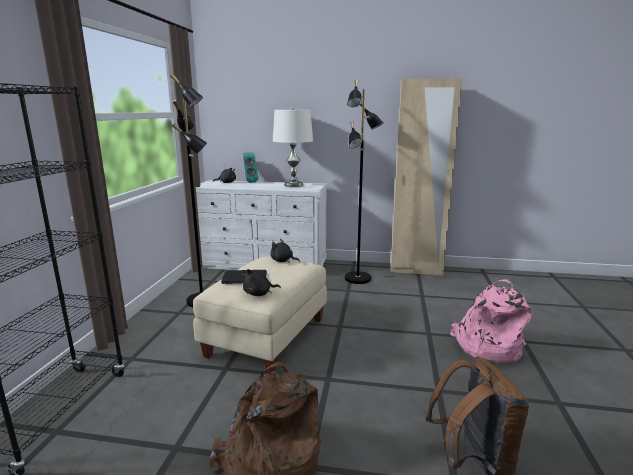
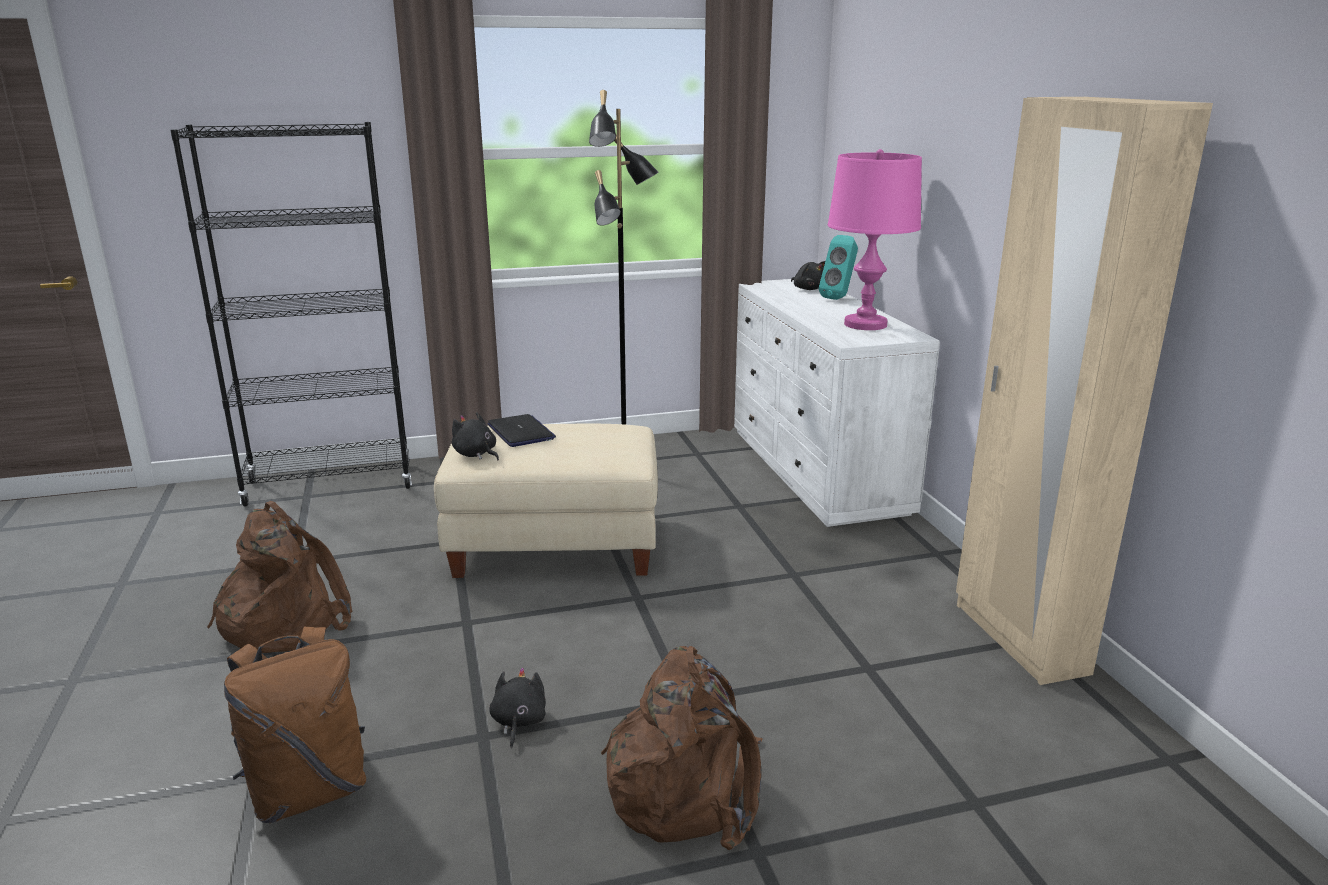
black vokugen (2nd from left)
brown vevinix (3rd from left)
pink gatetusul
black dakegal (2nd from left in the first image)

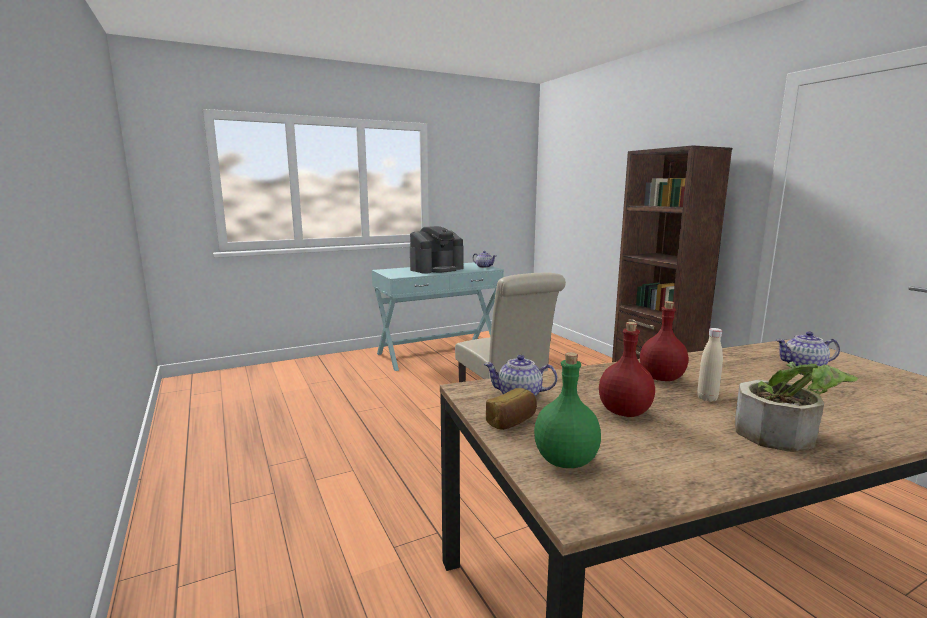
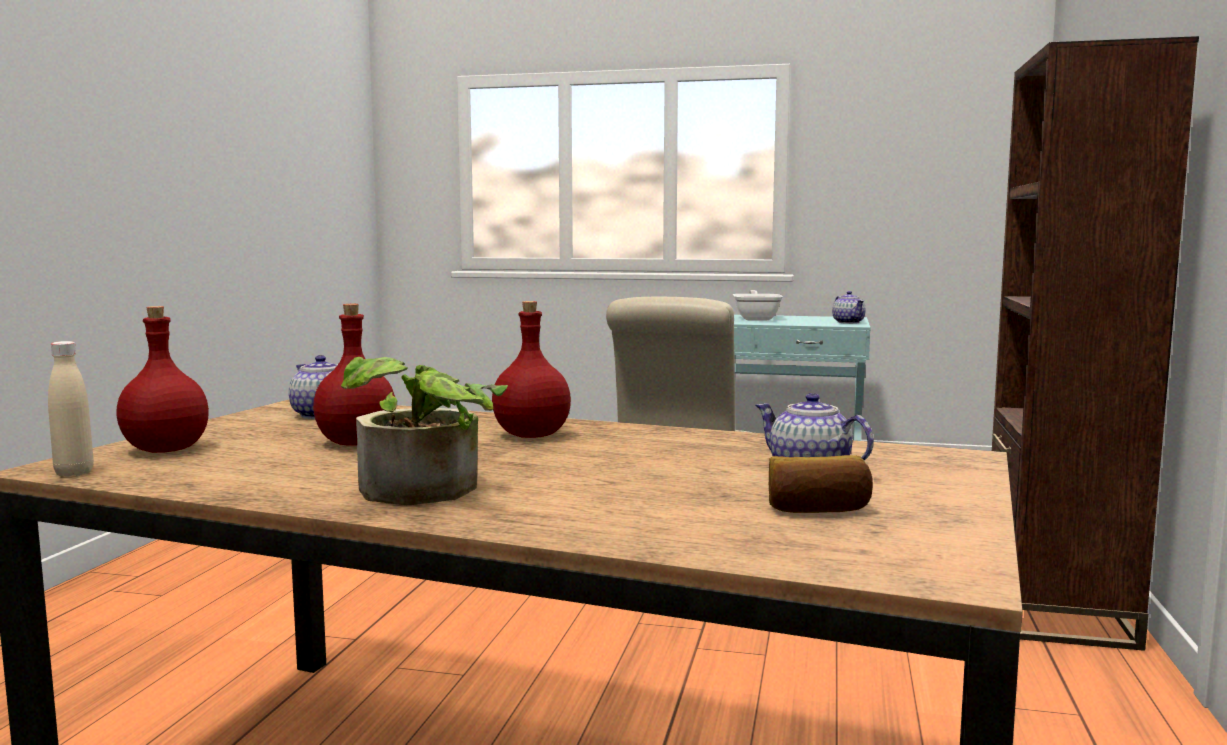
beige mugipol
red mugipol (1st from left)
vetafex
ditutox

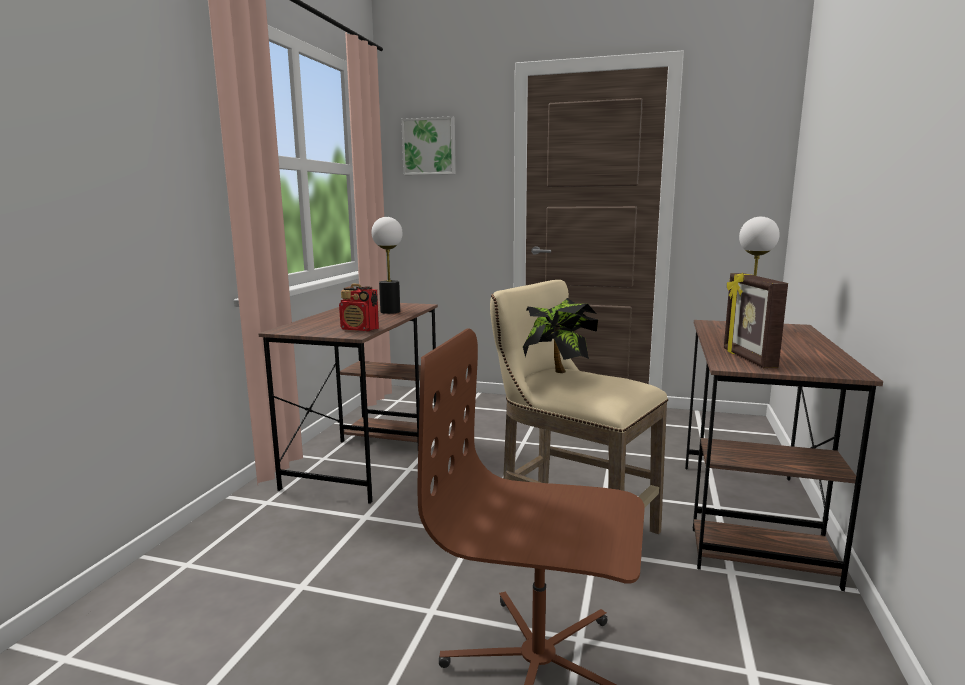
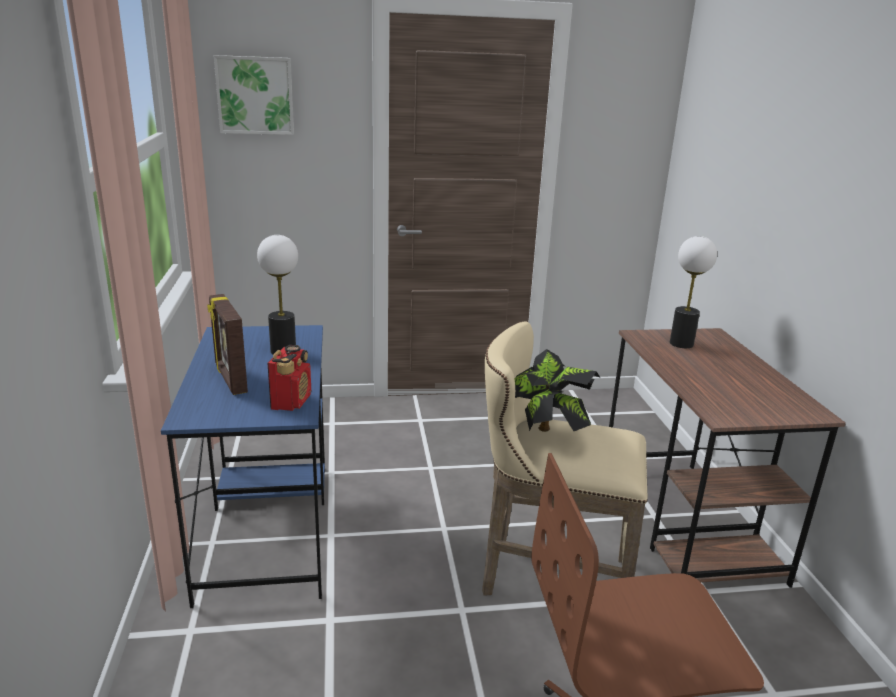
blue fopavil
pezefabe
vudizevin

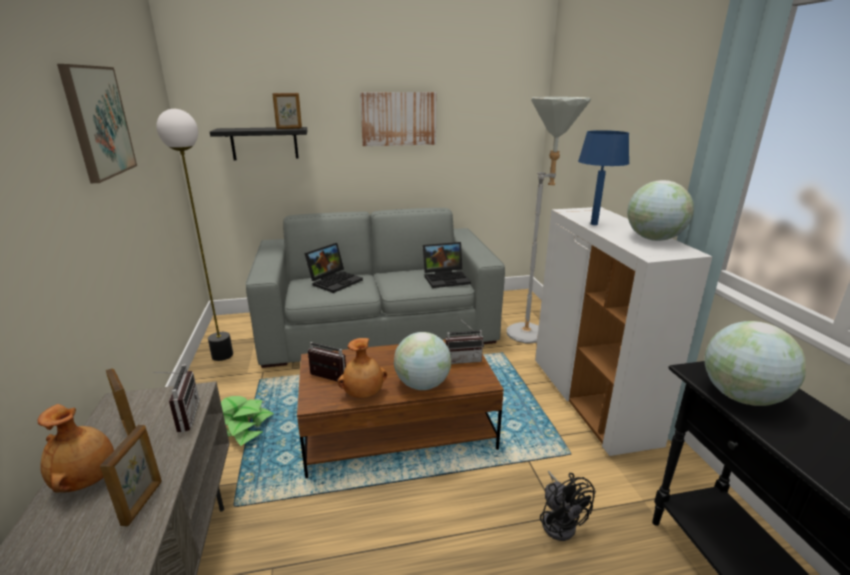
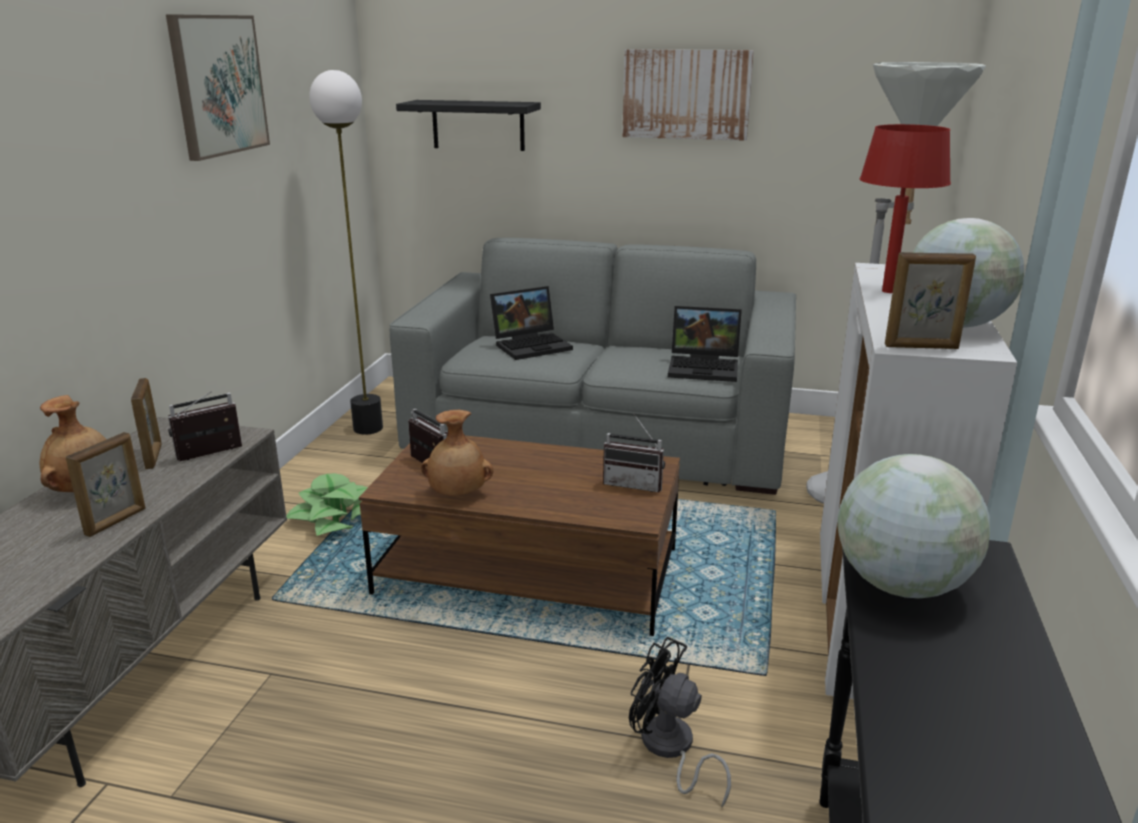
vudizevin (1st from left)
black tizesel
red gatetusul
pezefabe (3rd from left)
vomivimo (1st from left in the first image)

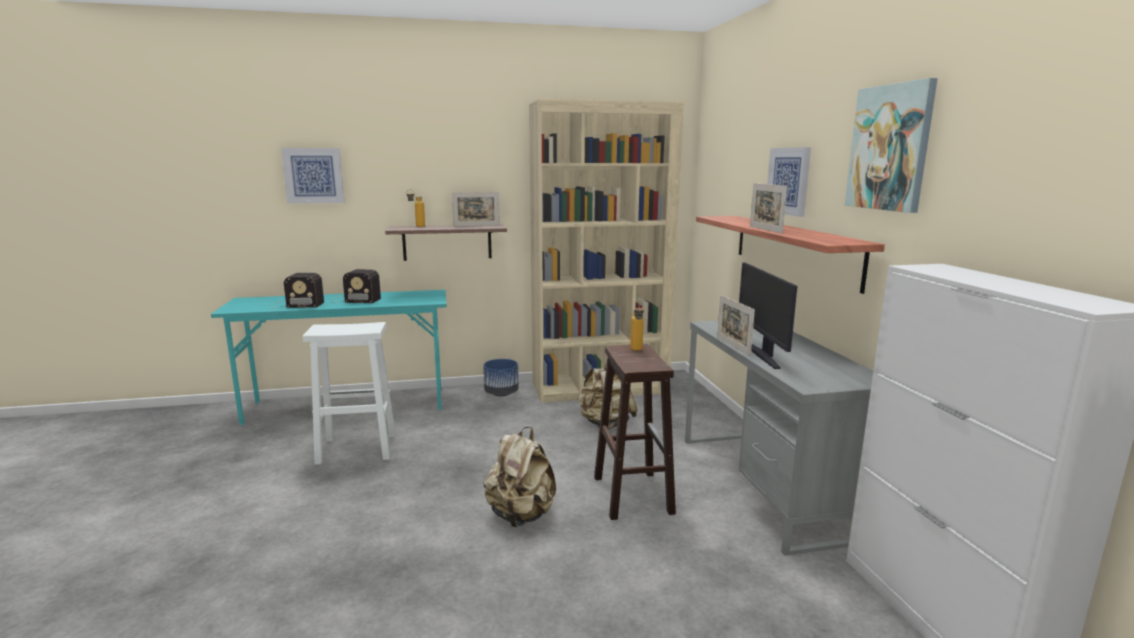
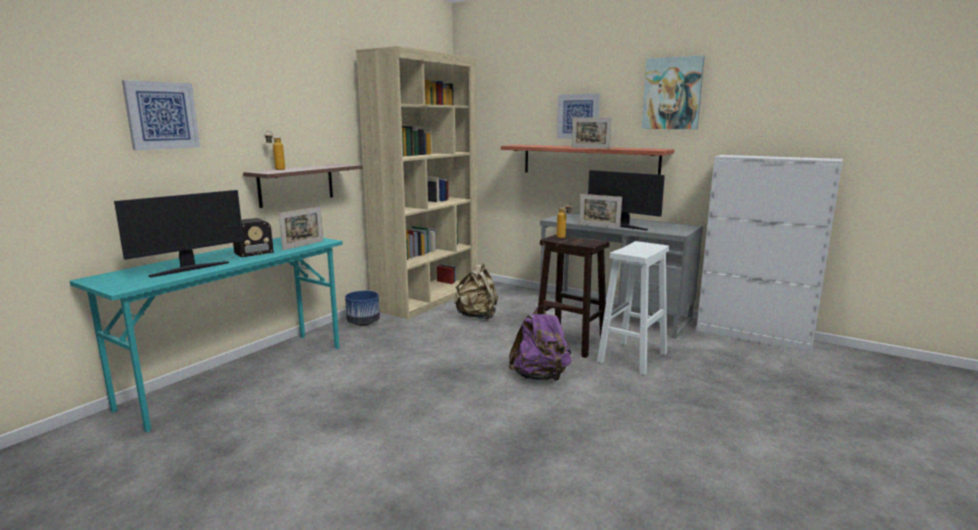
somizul (1st from left)
pezefabe (1st from left)
purple vevinix
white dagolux

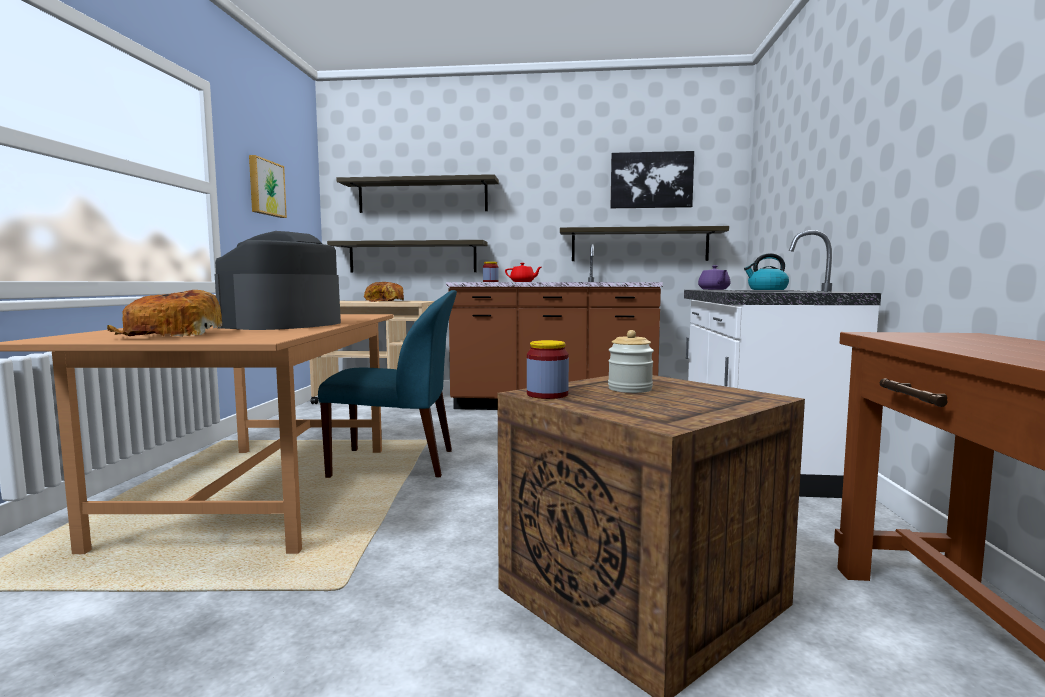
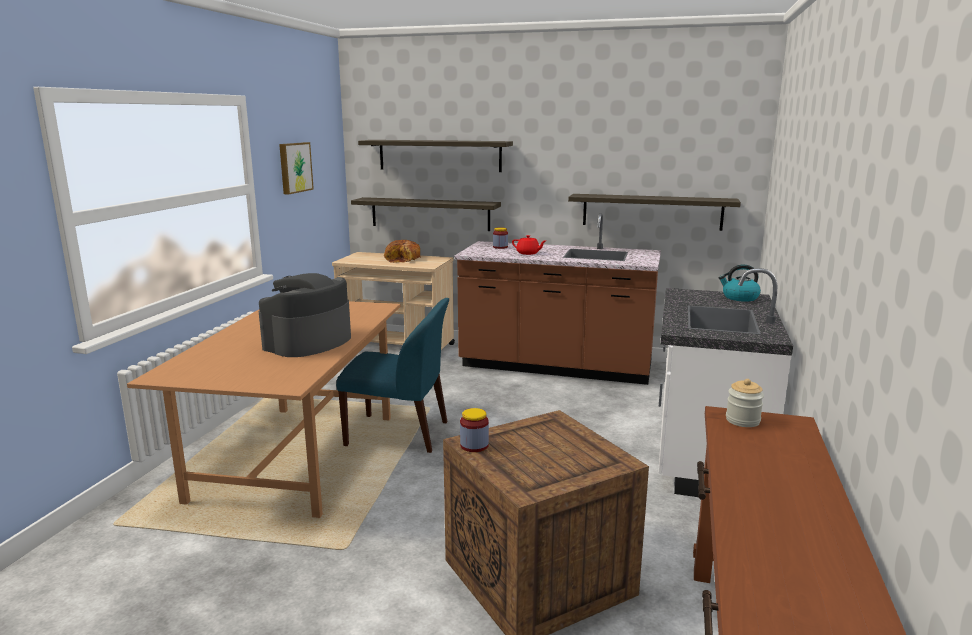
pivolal (3rd from left)
ditutox (1st from left in the first image)
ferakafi (2nd from left in the first image)
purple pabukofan

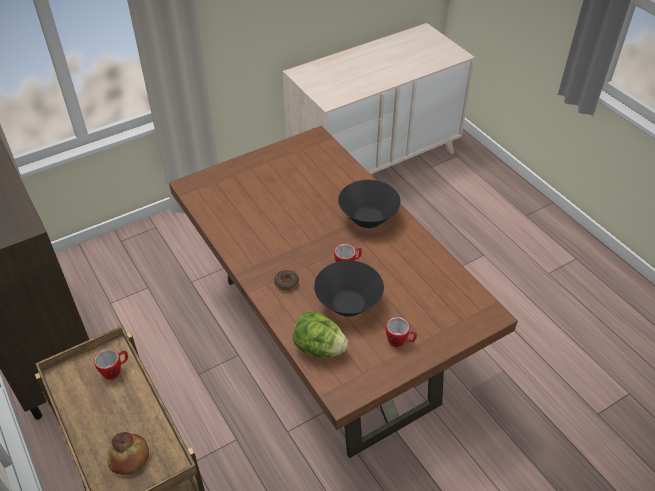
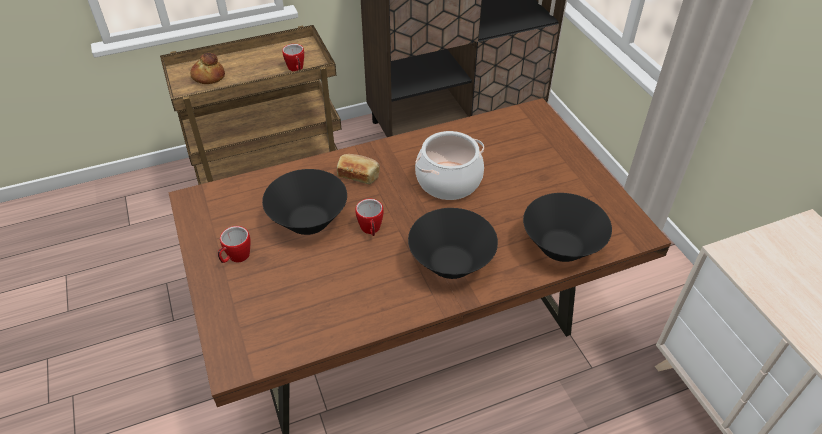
ditutox (2nd from left)
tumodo
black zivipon (3rd from left)
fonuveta

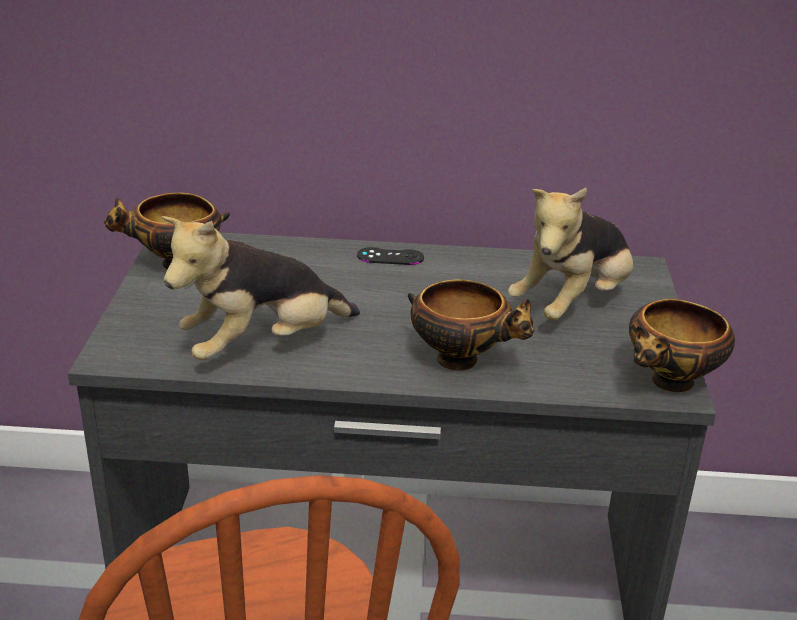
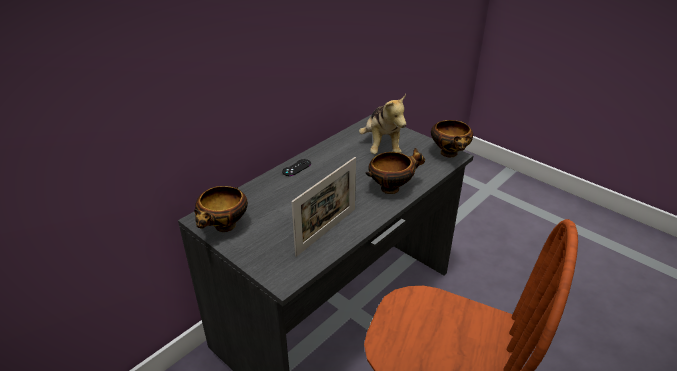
pezefabe

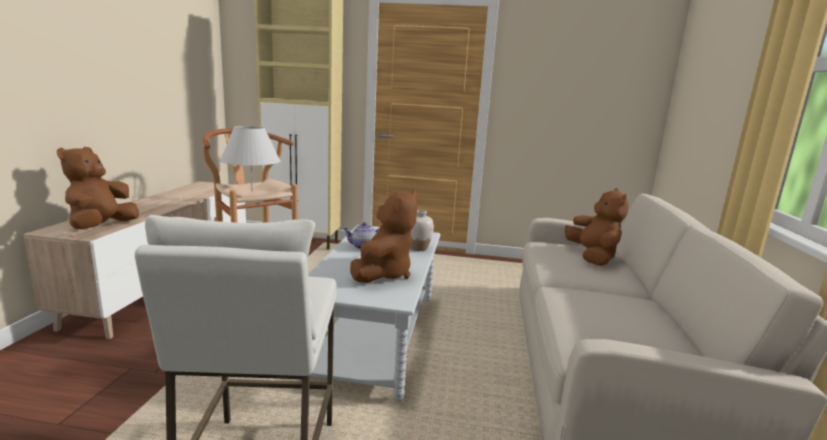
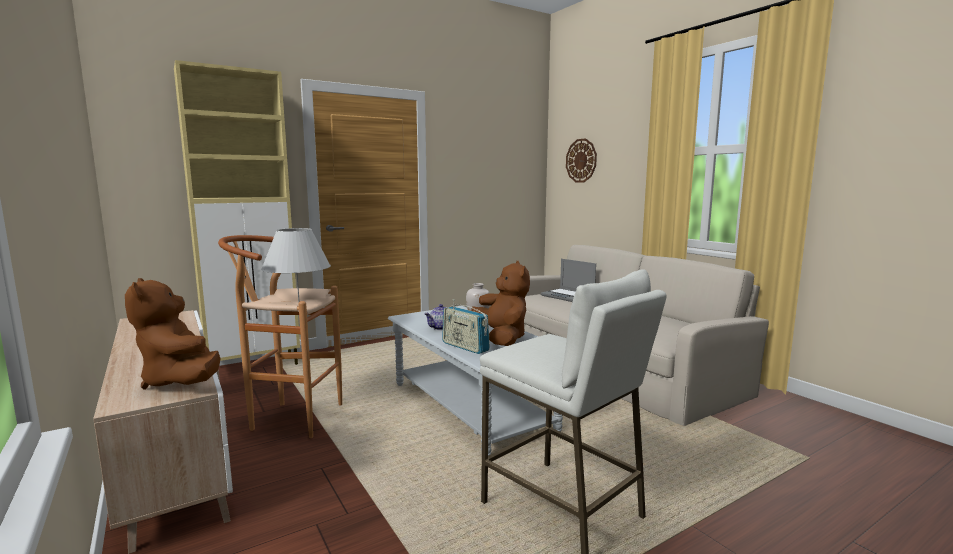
vudizevin
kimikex
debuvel

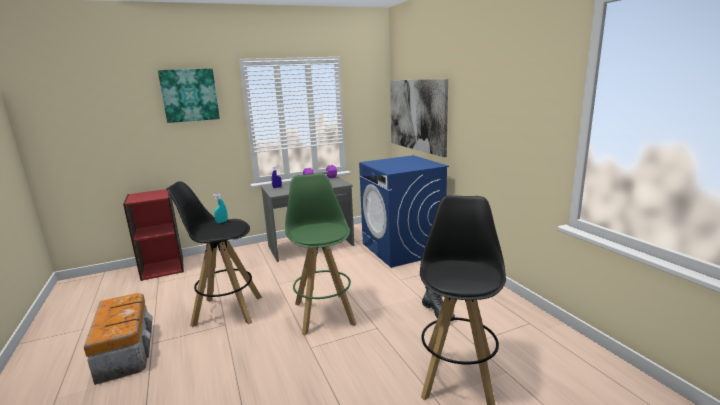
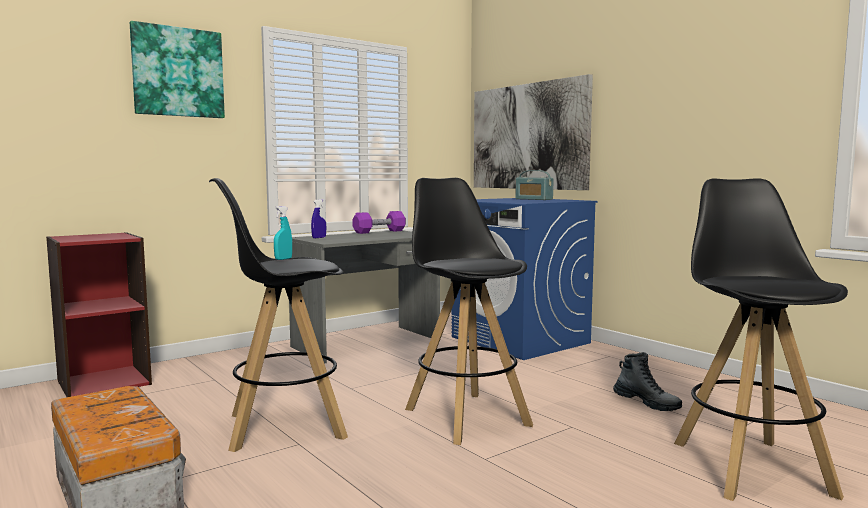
black dagolux (2nd from left)
vudizevin

